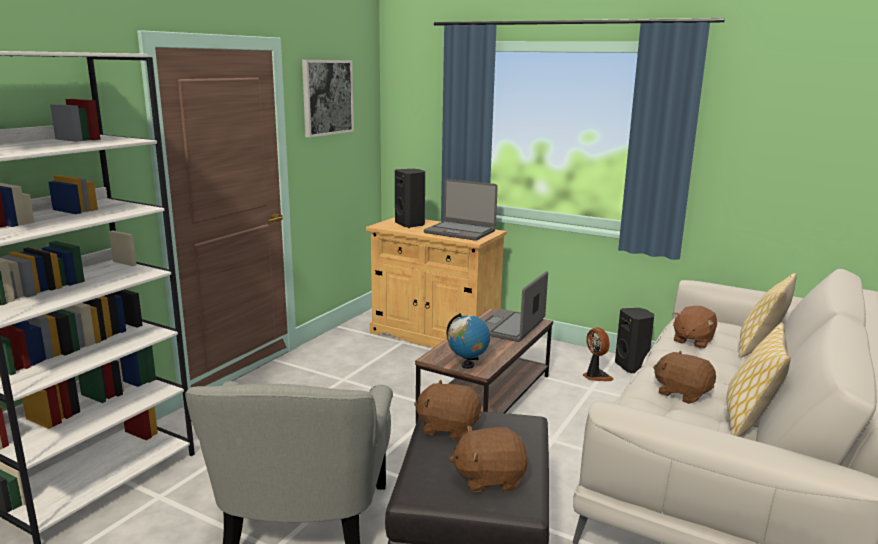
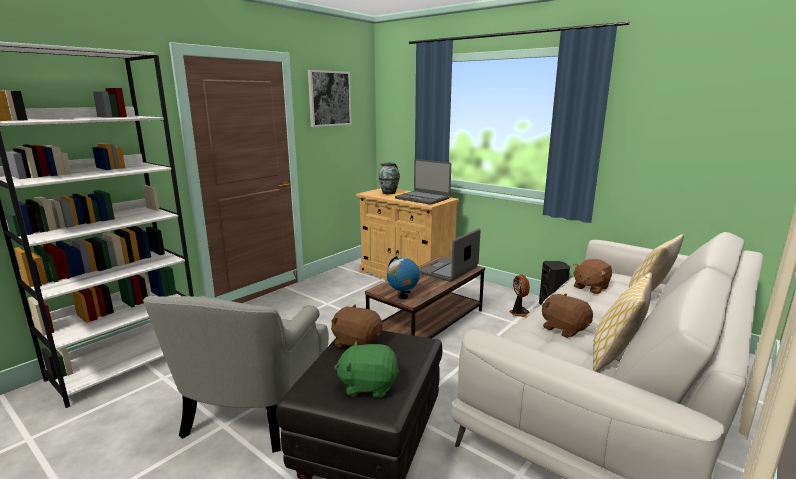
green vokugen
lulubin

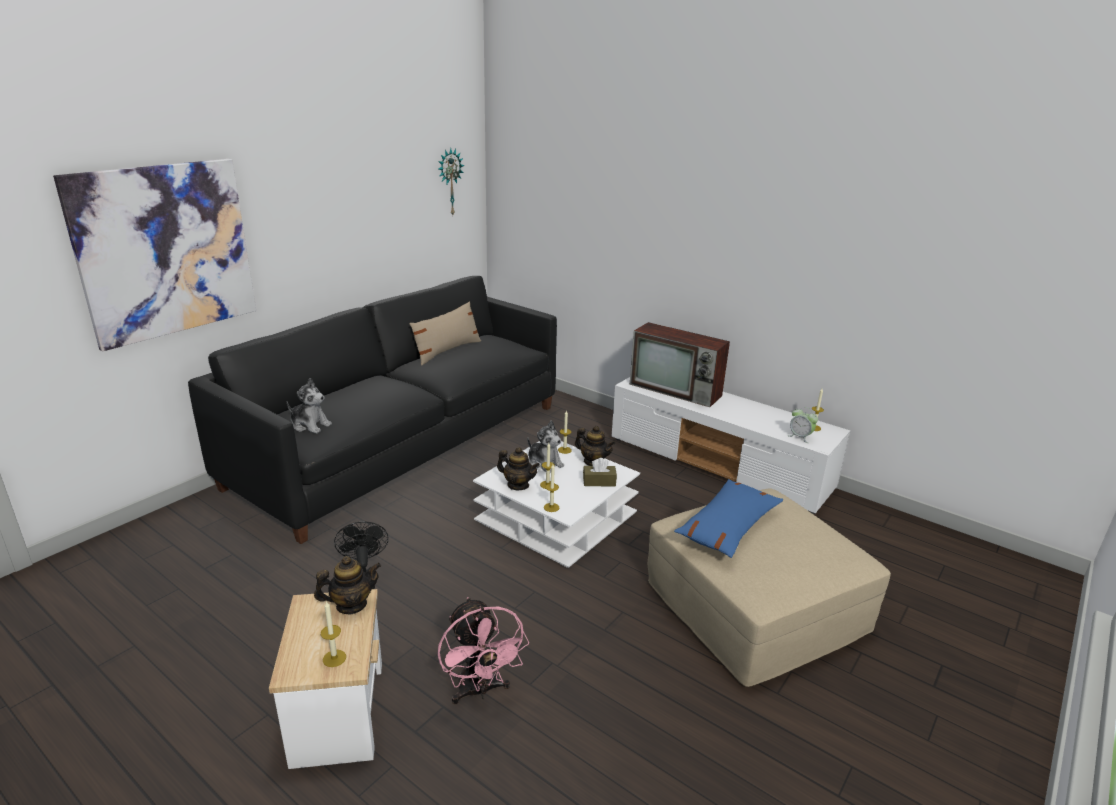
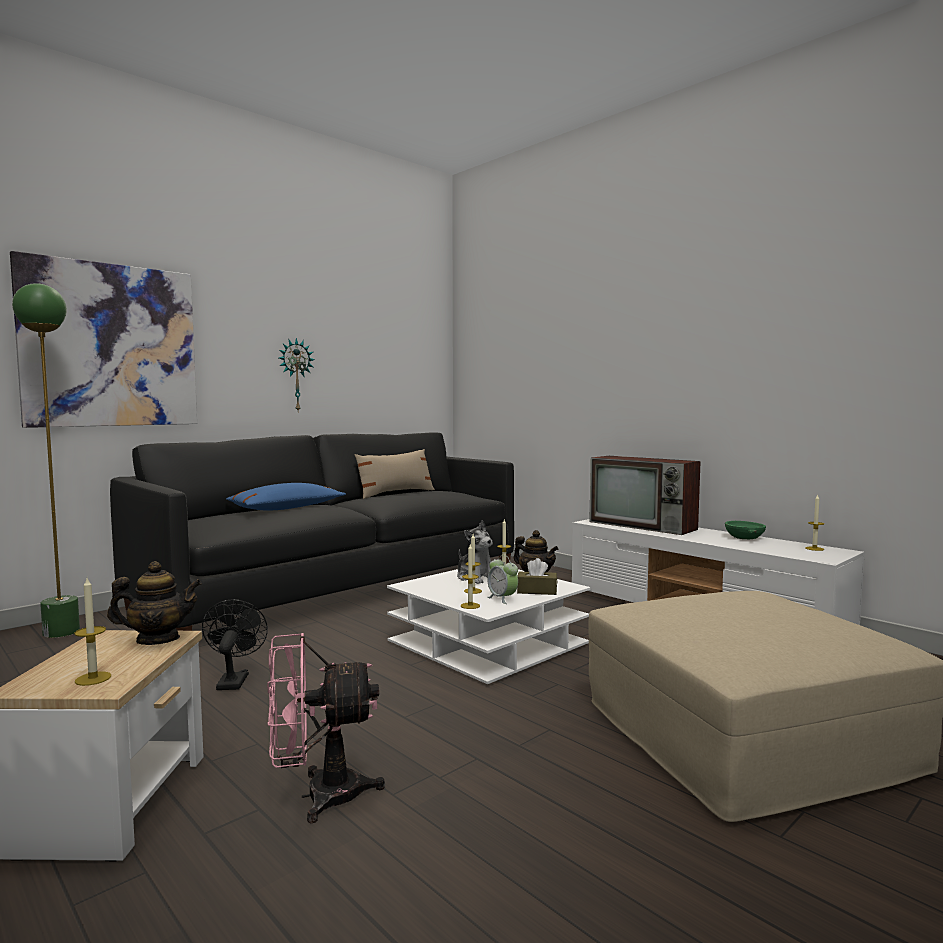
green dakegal
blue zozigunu
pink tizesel
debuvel
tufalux
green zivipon
vokugen (1st from left in the first image)
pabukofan (2nd from left in the first image)

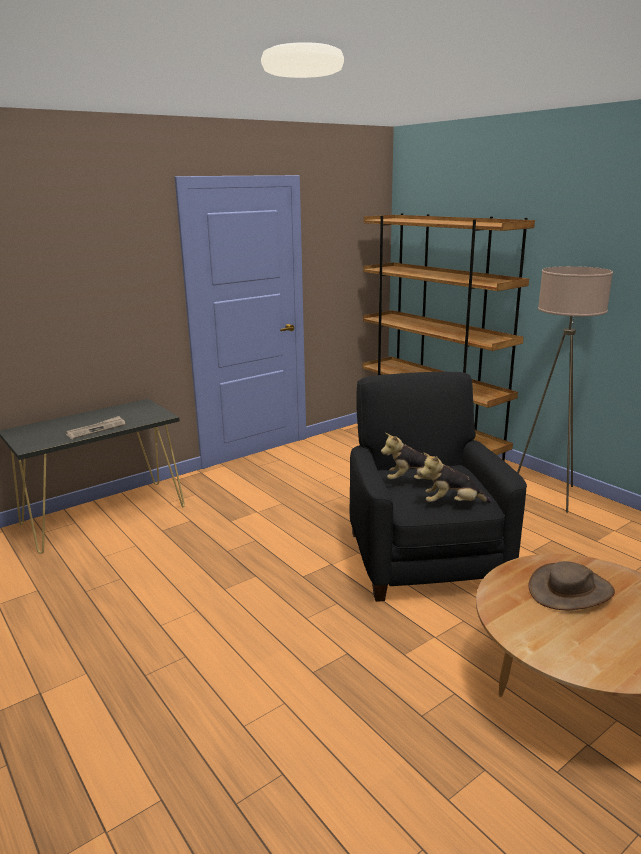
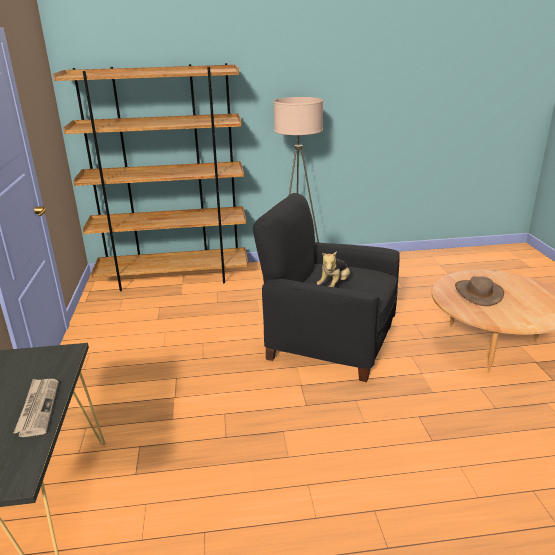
vokugen (2nd from left in the first image)

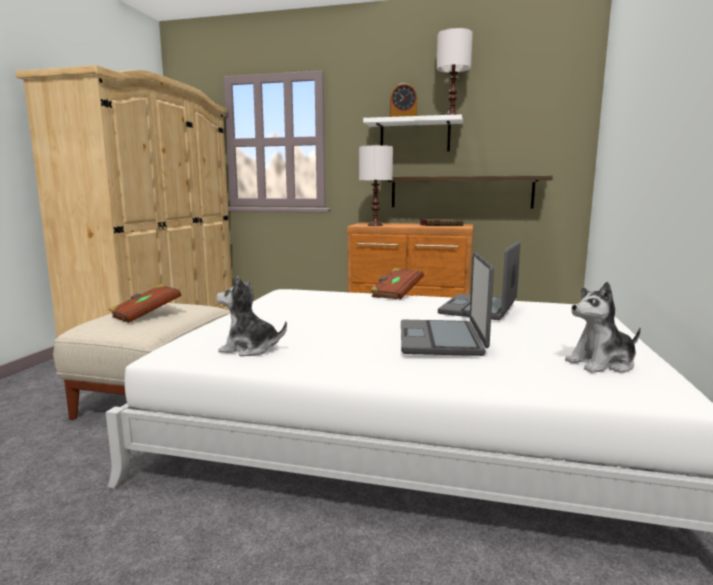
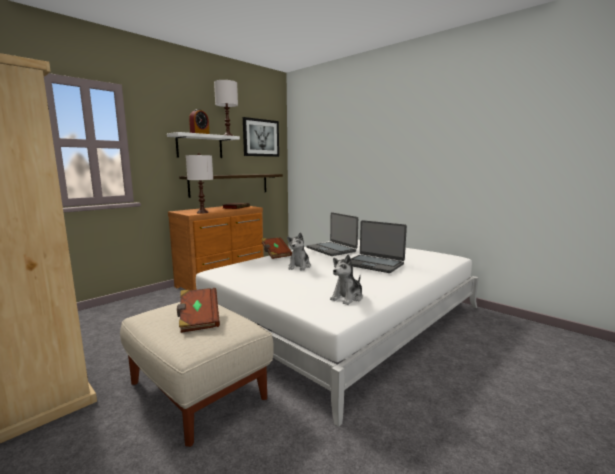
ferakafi
vokugen (1st from left)

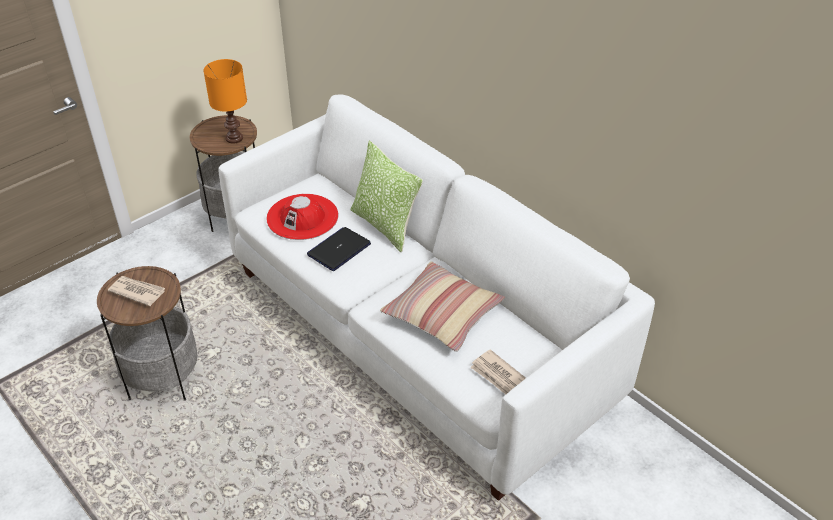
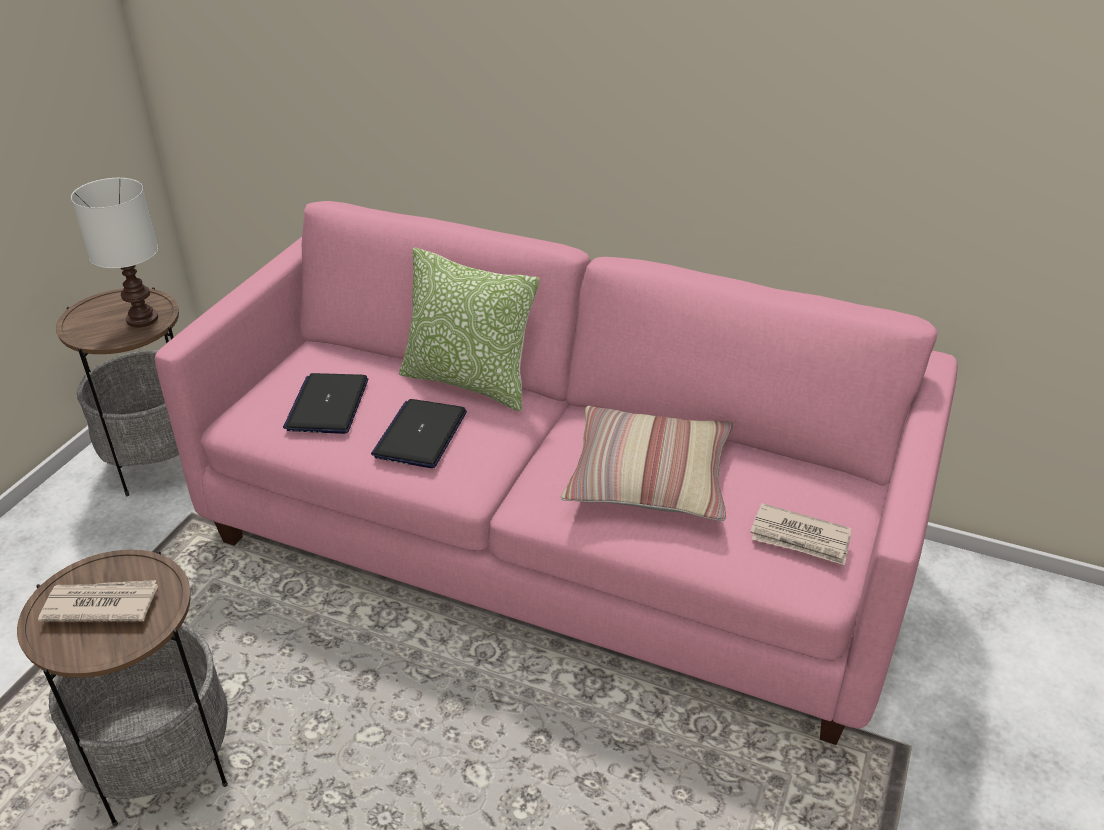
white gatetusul
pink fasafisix
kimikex (1st from left)

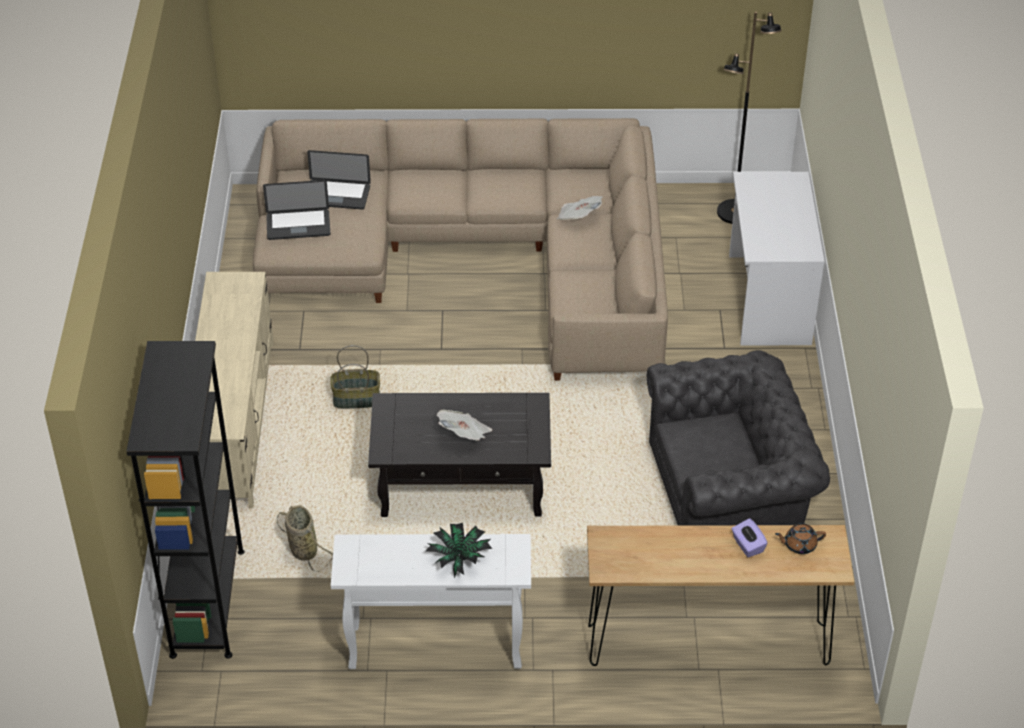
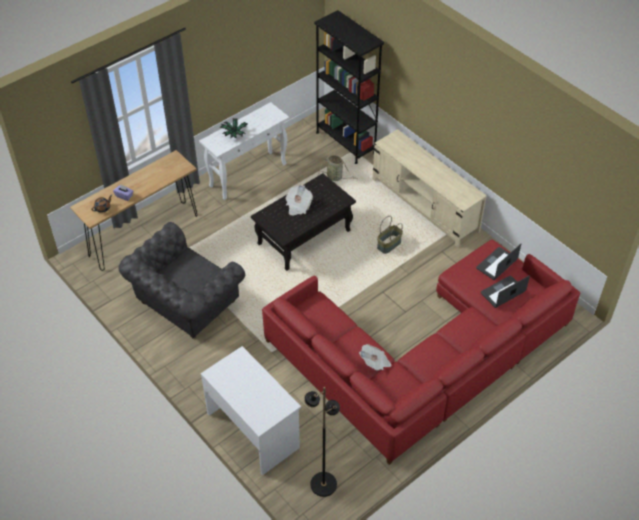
red fasafisix

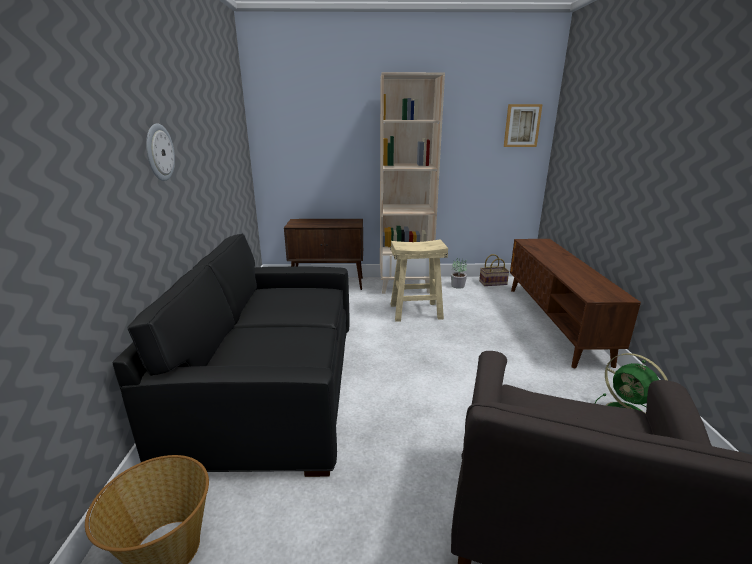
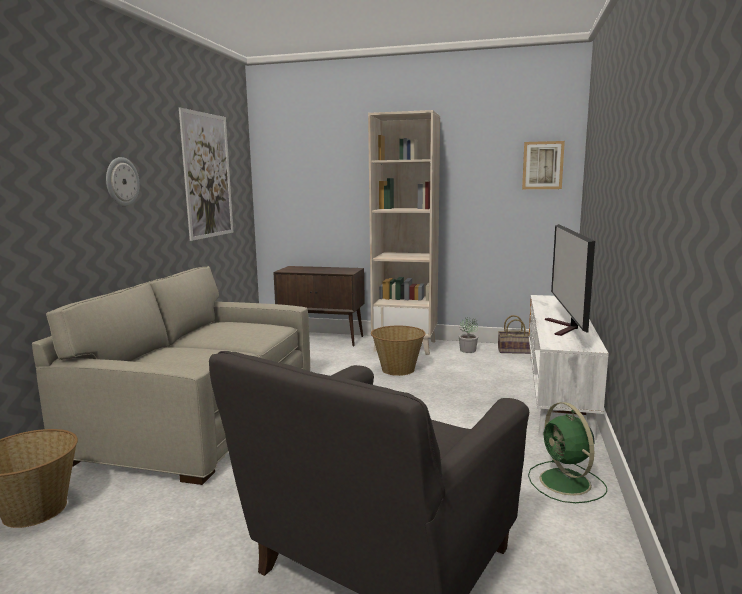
beige fasafisix
ferakafi (1st from left)
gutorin (2nd from left)
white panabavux
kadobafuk

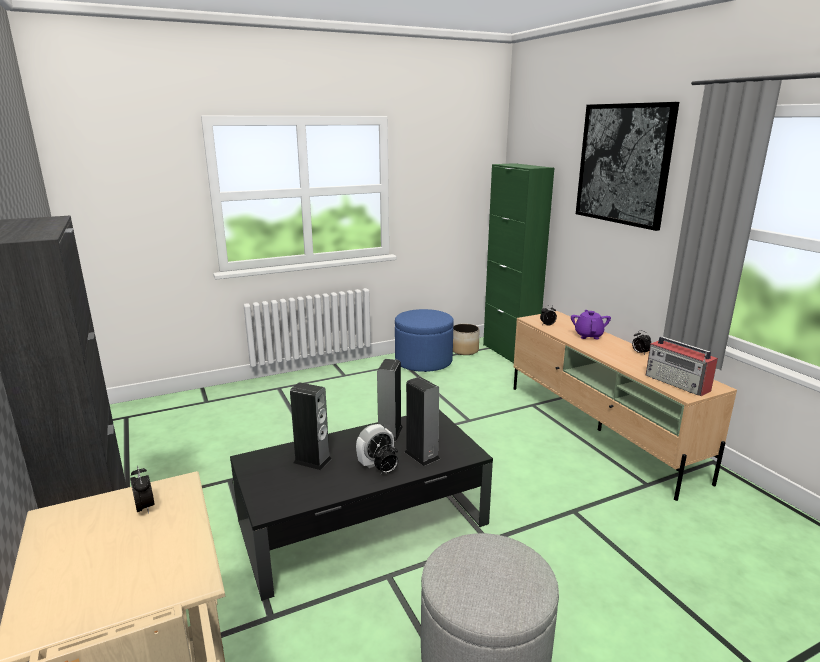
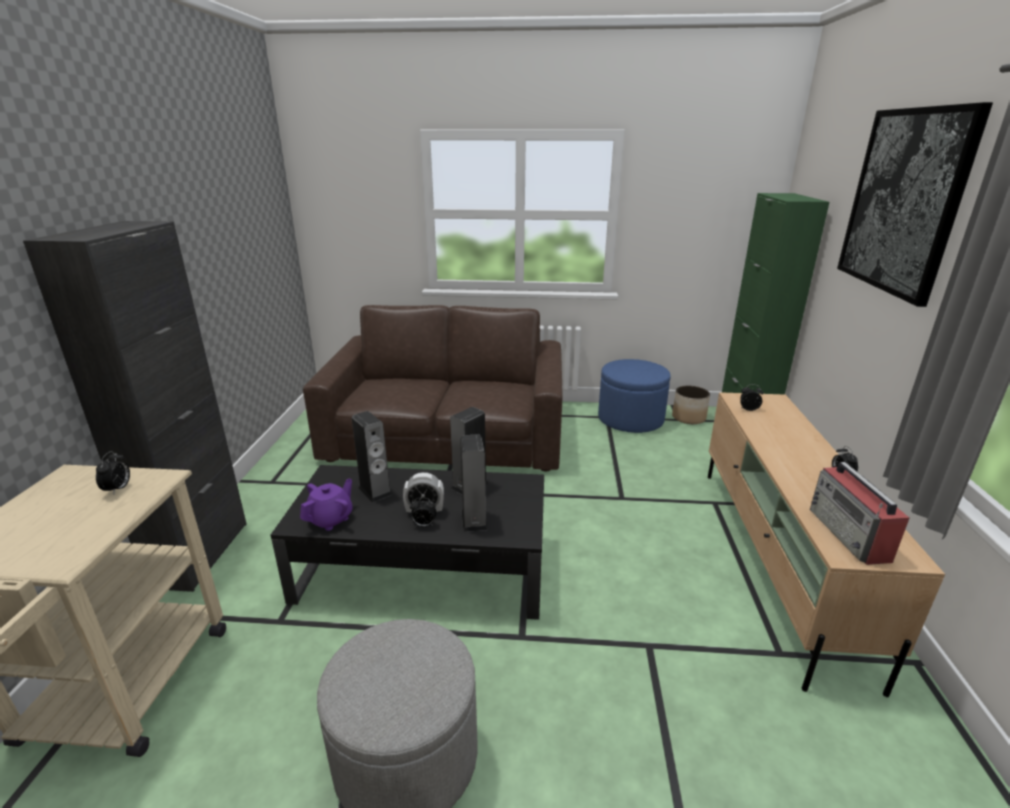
purple pabukofan
brown fasafisix

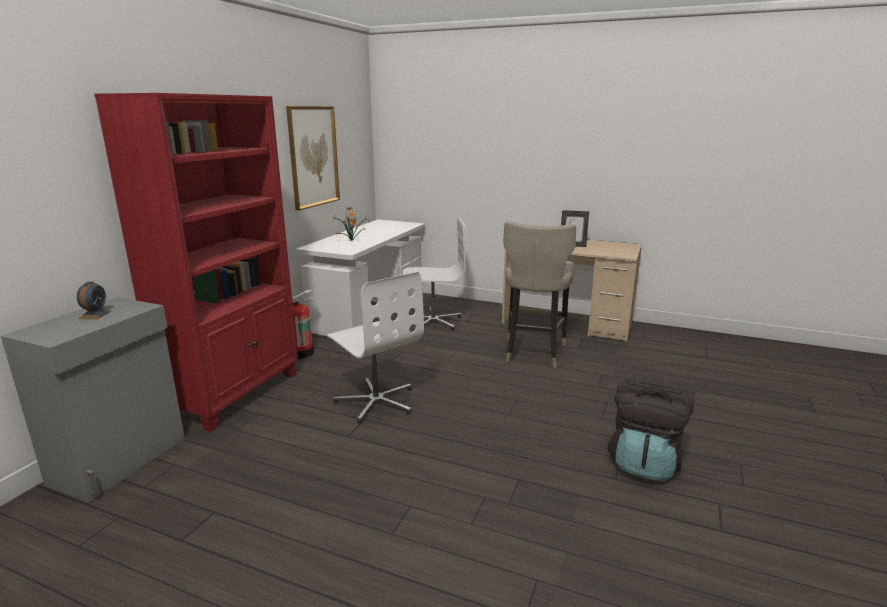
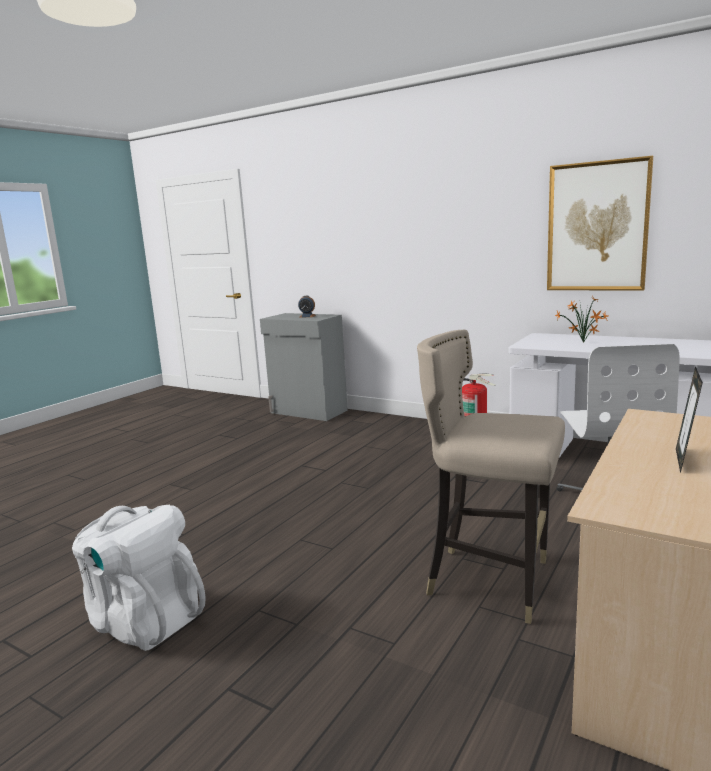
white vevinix
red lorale
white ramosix (1st from left in the first image)

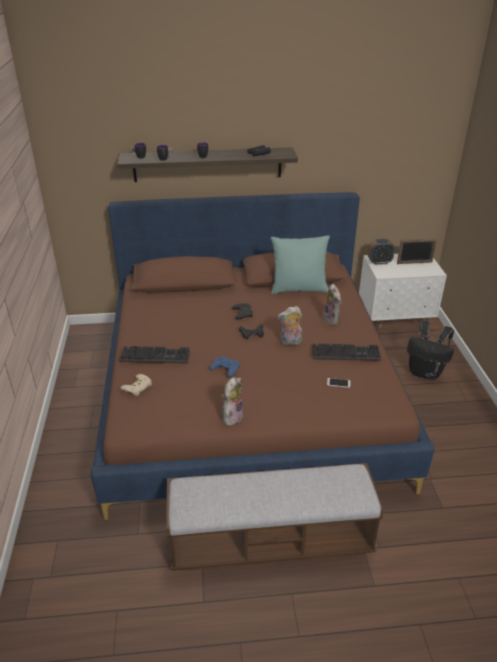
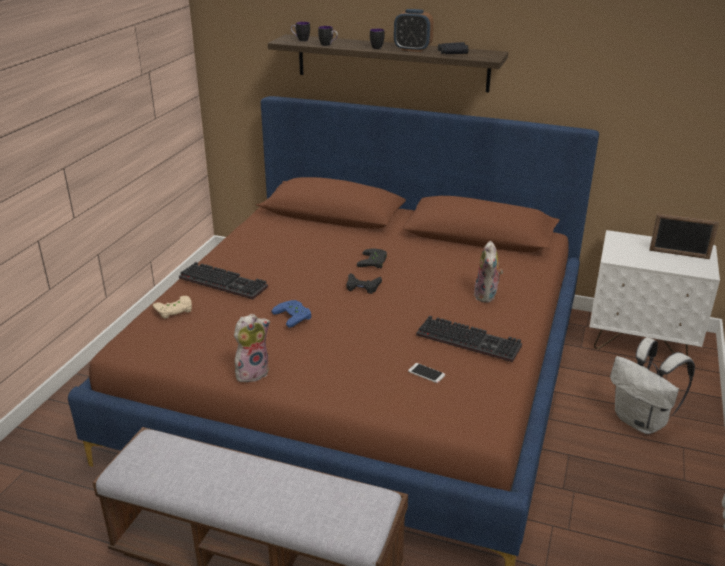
tufalux
white vevinix
turquoise zozigunu
vokugen (2nd from left in the first image)

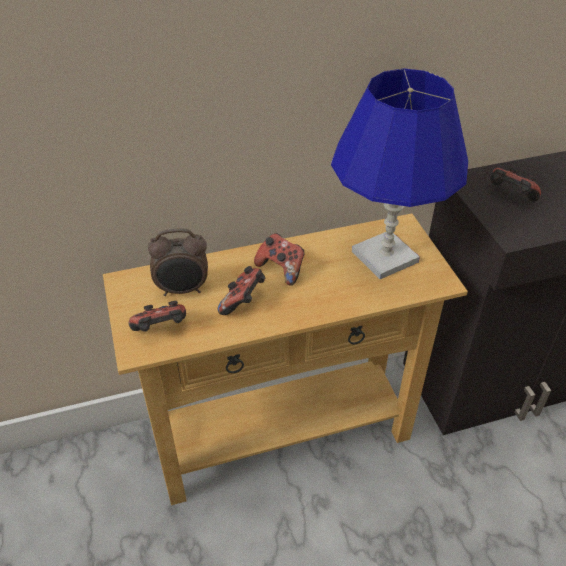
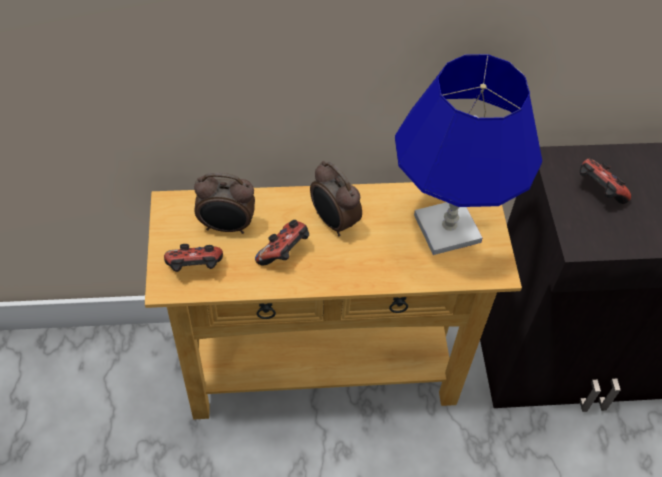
tufalux (2nd from left)

